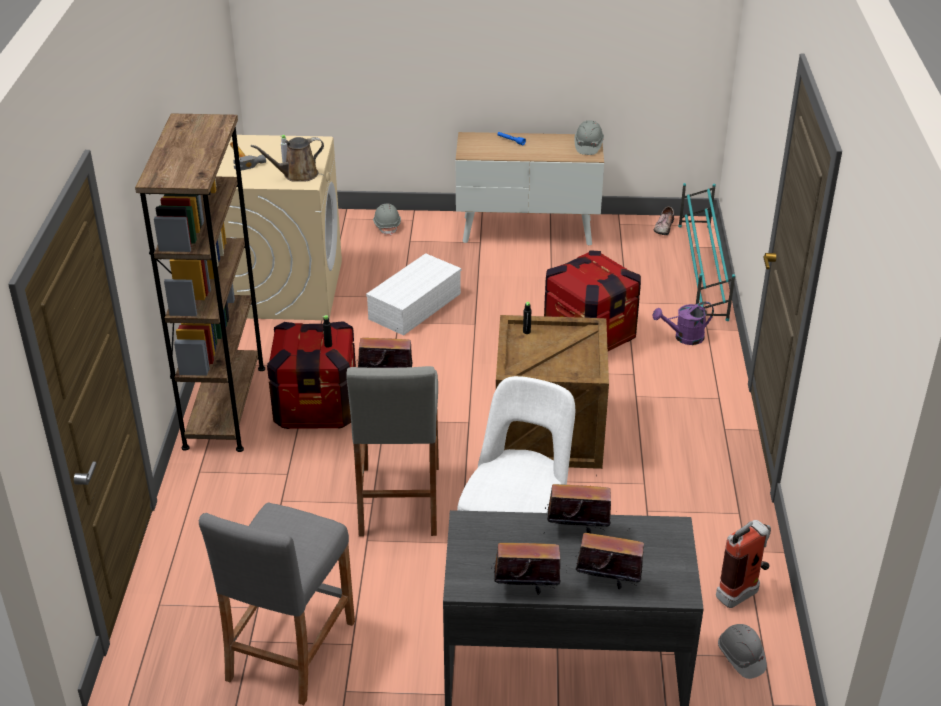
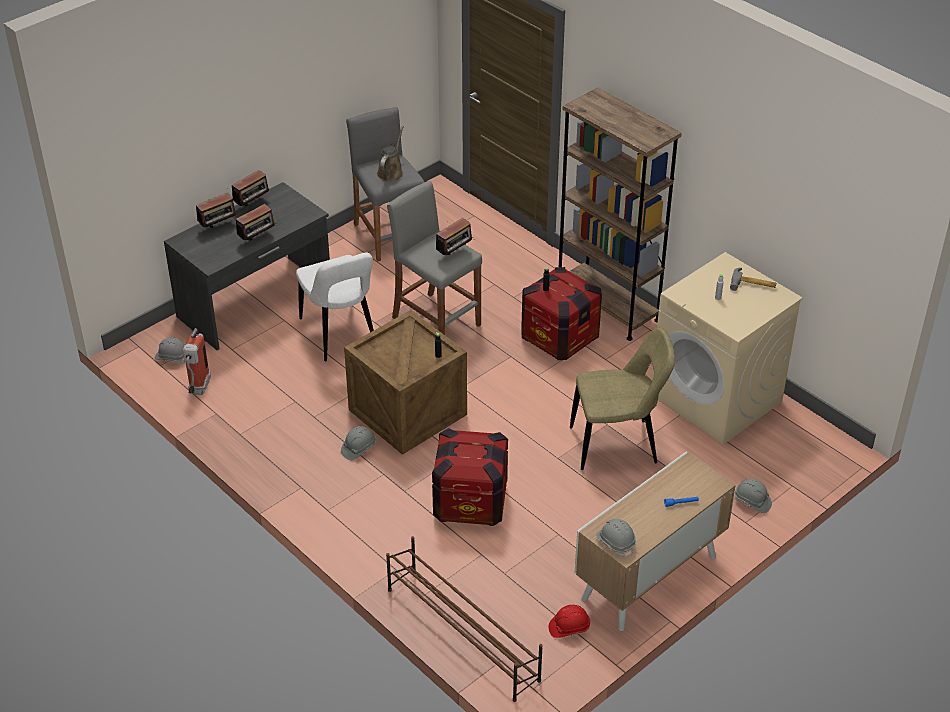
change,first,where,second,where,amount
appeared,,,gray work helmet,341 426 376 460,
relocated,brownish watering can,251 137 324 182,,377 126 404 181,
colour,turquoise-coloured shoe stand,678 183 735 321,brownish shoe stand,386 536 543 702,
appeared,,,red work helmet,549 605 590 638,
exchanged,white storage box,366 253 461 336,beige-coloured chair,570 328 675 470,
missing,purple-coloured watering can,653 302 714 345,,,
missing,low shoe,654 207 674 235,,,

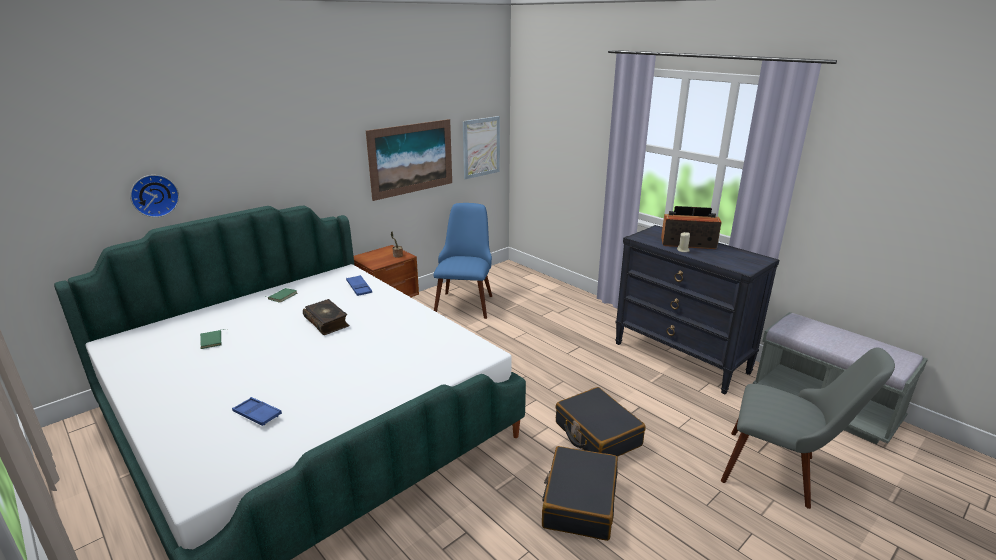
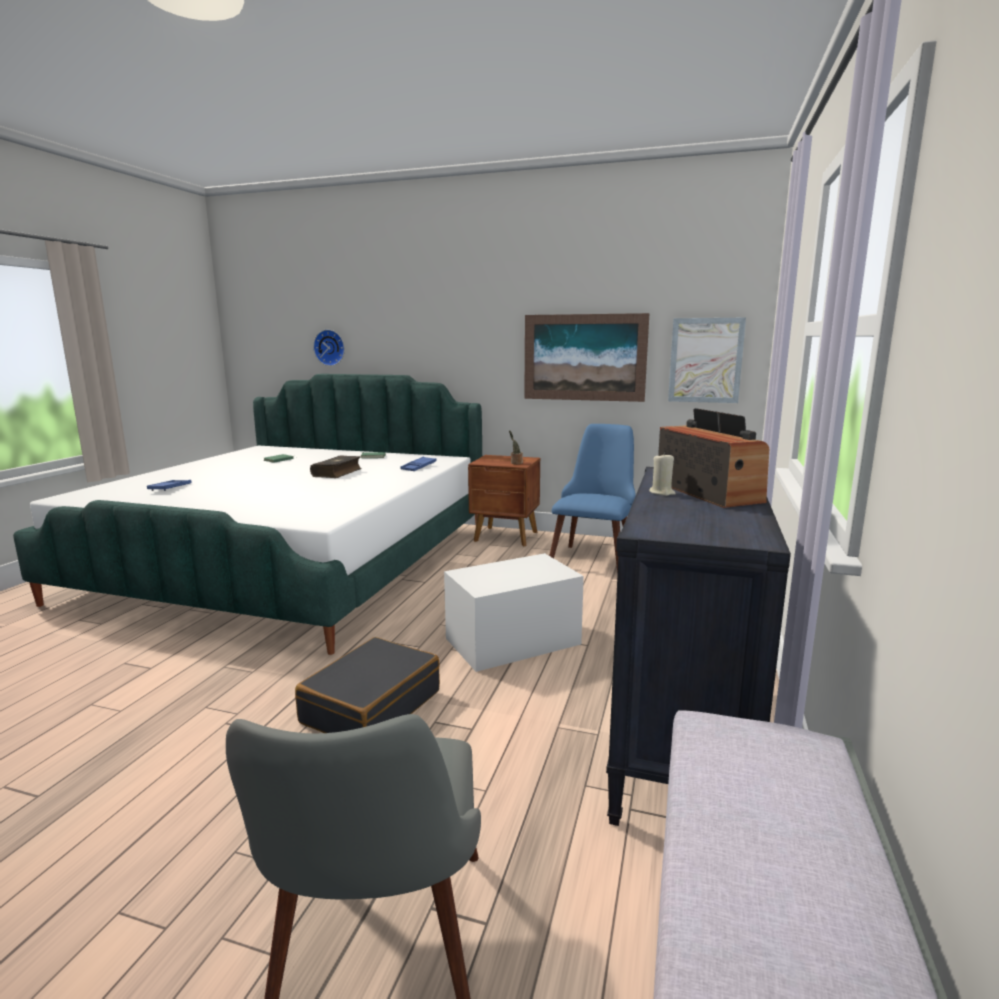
change,first,where,second,where,amount
appeared,,,white storage box,444 553 584 672,
spun,blue chair,434 203 492 319,,549 424 636 574,45 degrees counterclockwise
missing,black-coloured piece of luggage,542 446 618 541,,,

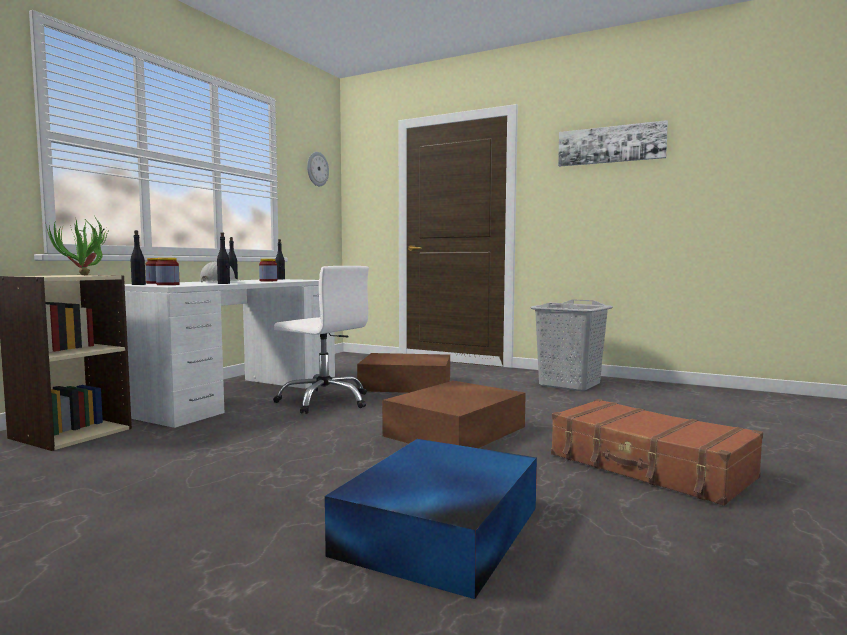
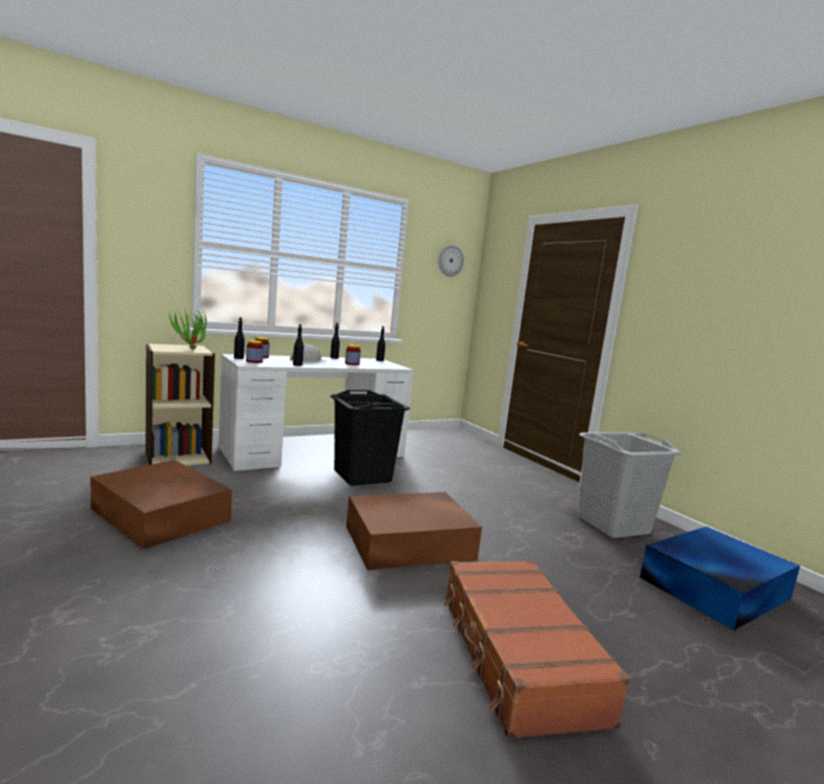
change,first,where,second,where,amount
relocated,brownish storage box,357 353 450 393,,90 460 232 549,
exchanged,white computer chair,273 266 369 414,black-coloured washing basket,330 390 410 486,
relocated,blue storage box,325 439 537 599,,640 526 800 630,
missing,wall art,558 120 668 167,,,

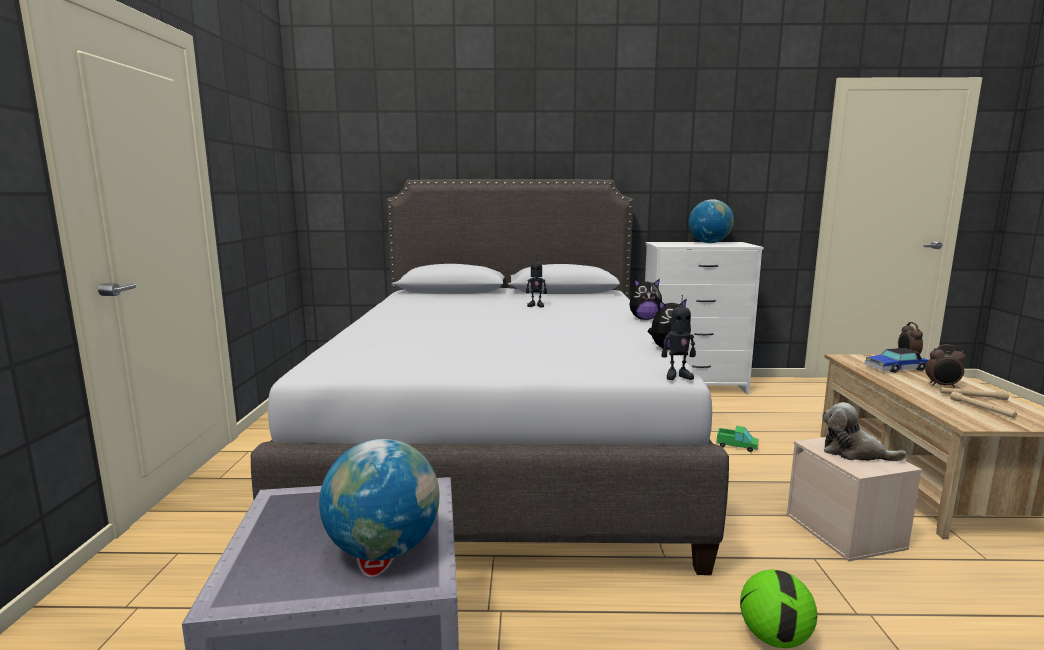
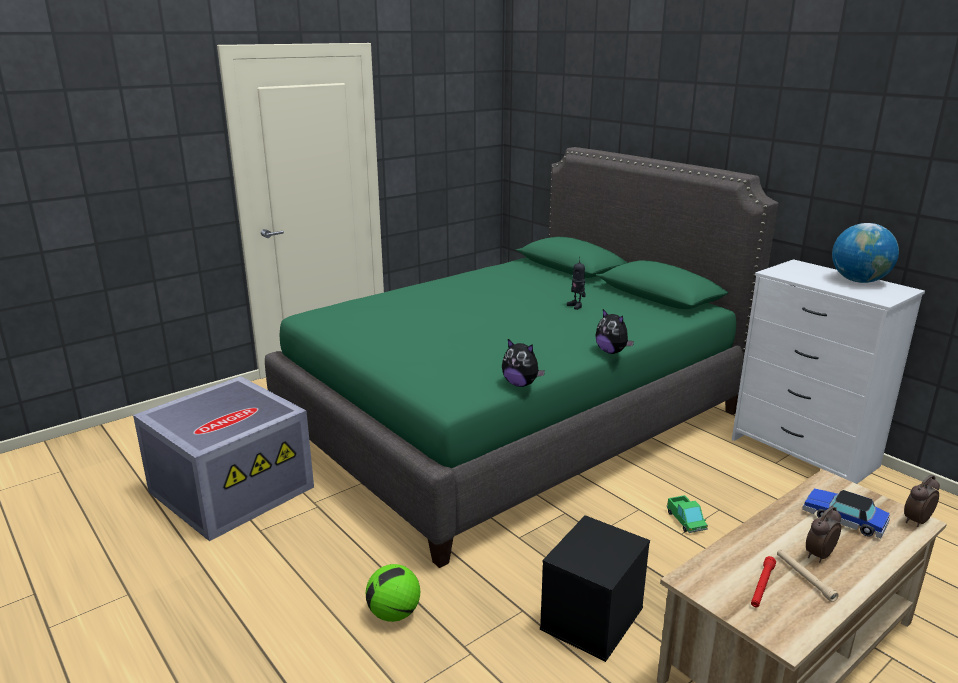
change,first,where,second,where,amount
colour,gray sleeping bed,251 179 729 575,green-coloured sleeping bed,265 147 778 568,
colour,beige-coloured storage box,786 437 922 561,black-coloured storage box,540 515 650 662,
colour,beige-coloured flashlight,950 391 1017 418,red flashlight,751 556 776 607,
spun,table clock,925 345 966 388,,806 506 841 562,75 degrees clockwise
missing,desk globe,319 439 440 561,,,
missing,toy robot,662 295 696 380,,,
missing,cuddly toy,822 402 907 461,,,

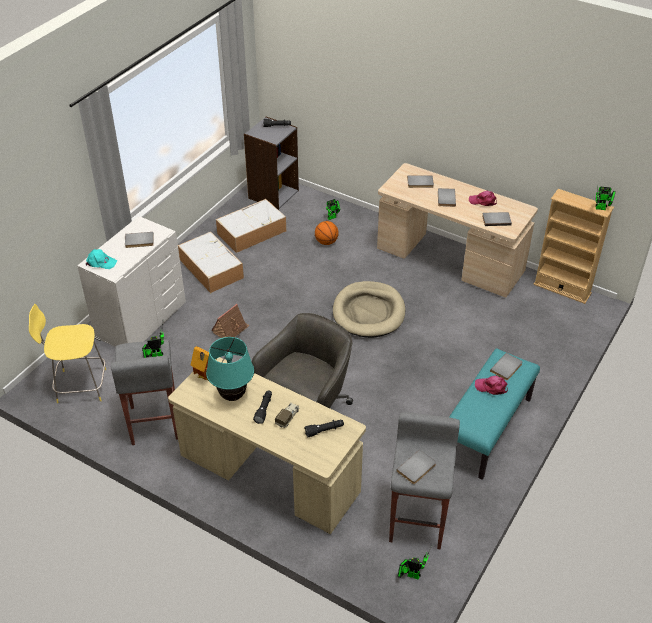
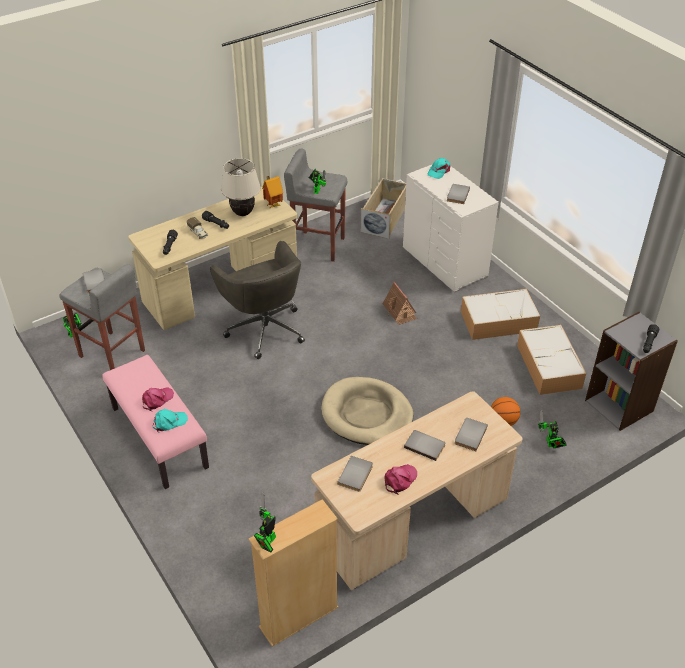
change,first,where,second,where,amount
colour,turquoise-coloured indoor bench,449 348 540 480,pink-coloured indoor bench,102 355 209 489,
exchanged,gray bound book,490 353 522 381,turquoise-coloured baseball cap,153 409 188 433,
colour,turquoise-coloured tabletop lamp,206 337 254 401,beige-coloured tabletop lamp,221 158 261 216,
exchanged,yellow-coloured stool seat,29 304 106 403,beige-coloured storage box,360 178 406 239,

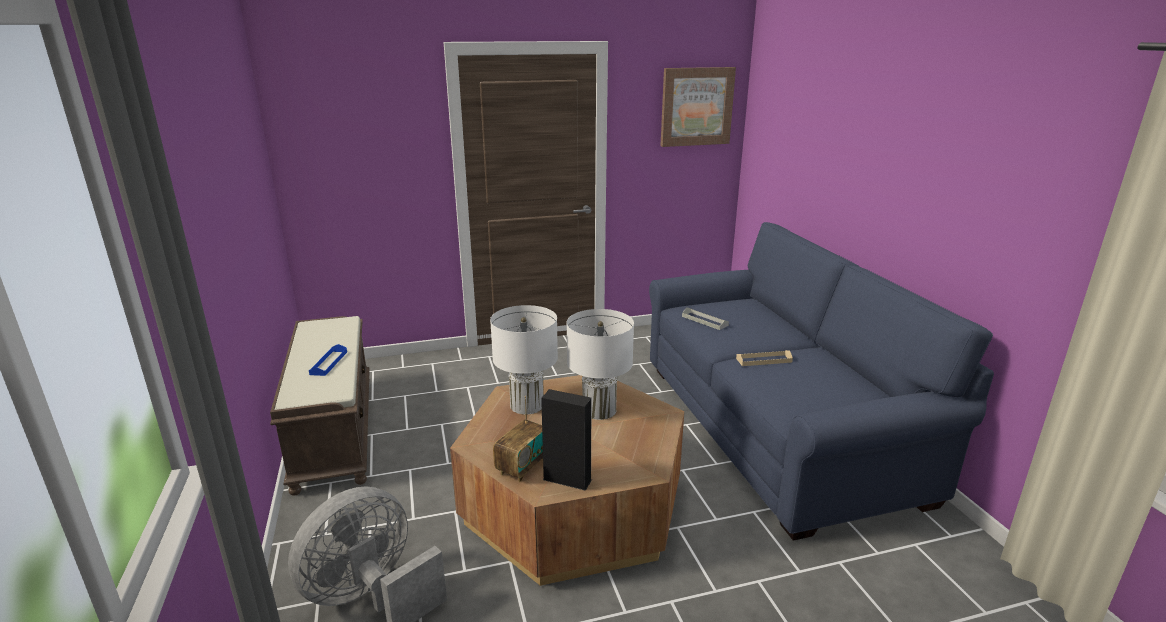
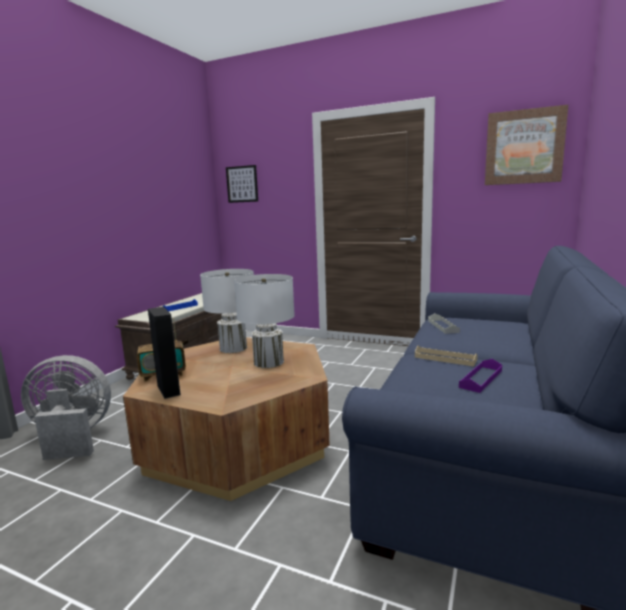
change,first,where,second,where,amount
appeared,,,wall art,226 165 258 203,
appeared,,,purple-coloured carrying tray,459 359 502 393,

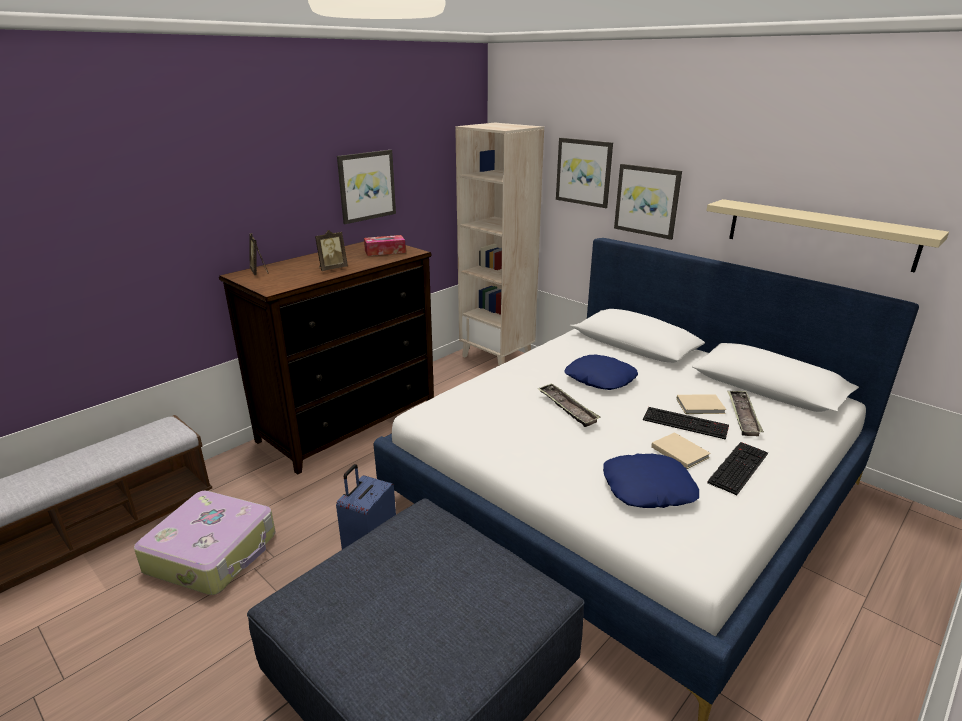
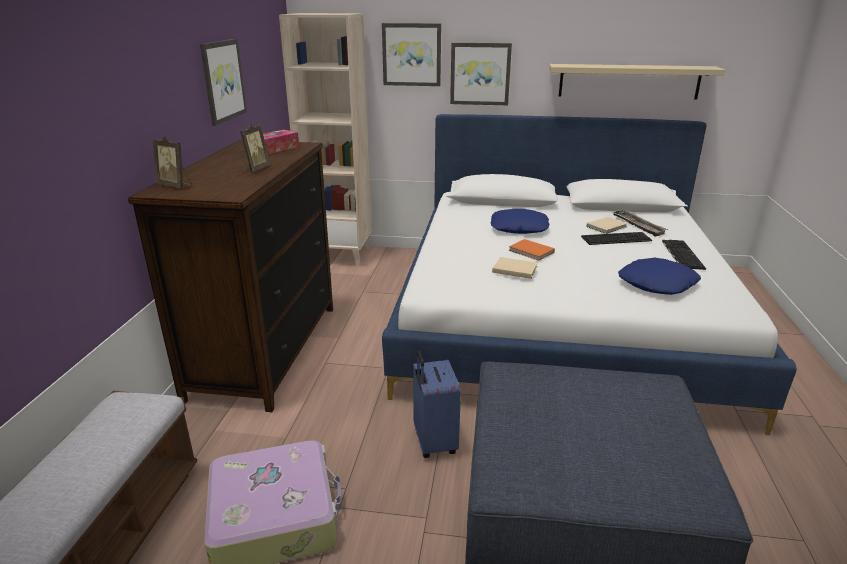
change,first,where,second,where,amount
relocated,beige-coloured bound book,651 432 711 469,,492 257 538 279,
exchanged,carrying tray,538 383 601 427,orange-coloured bound book,509 239 555 261,

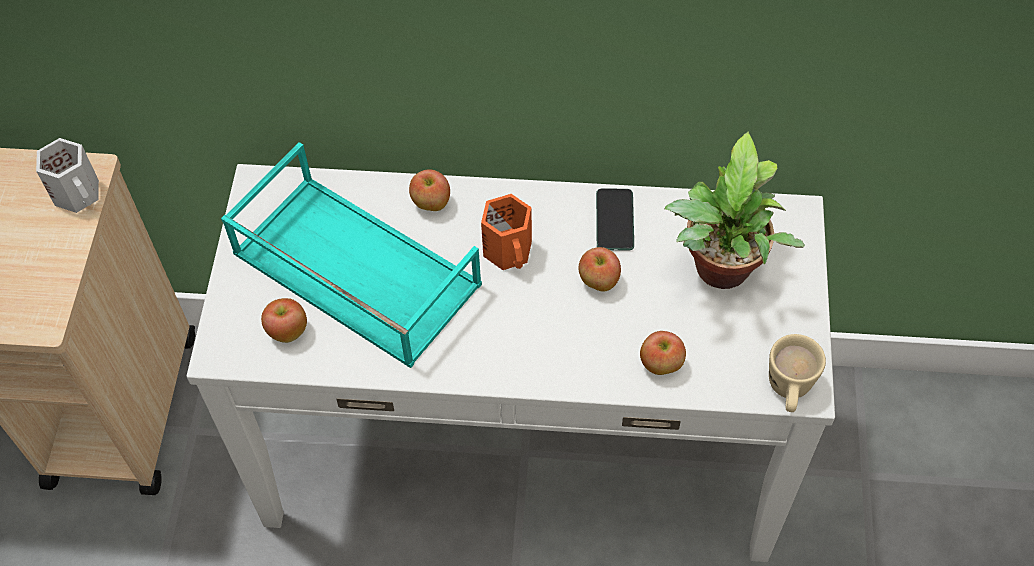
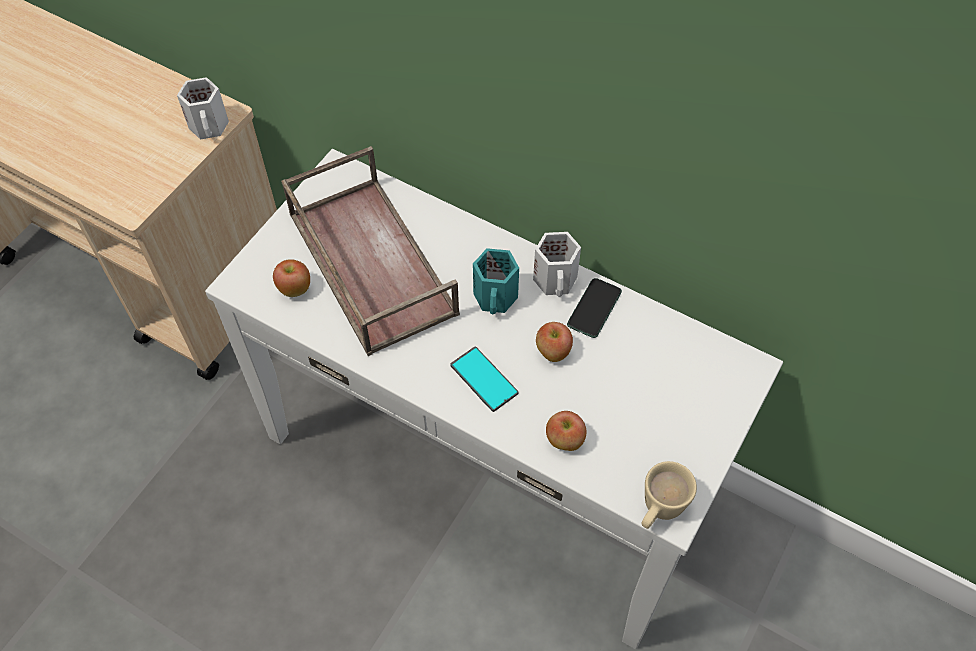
change,first,where,second,where,amount
colour,turquoise-coloured carrying tray,221 142 482 368,brownish carrying tray,281 146 460 356,
appeared,,,handset,450 346 518 412,
colour,orange-coloured coffee mug,481 194 532 270,turquoise-coloured coffee mug,473 248 519 315,
appeared,,,white coffee mug,533 232 581 297,
missing,apple,409 169 450 211,,,
missing,houseplant,665 131 805 289,,,

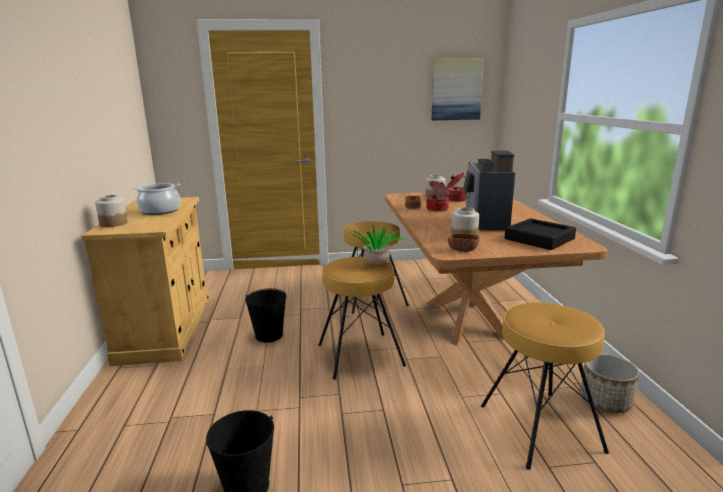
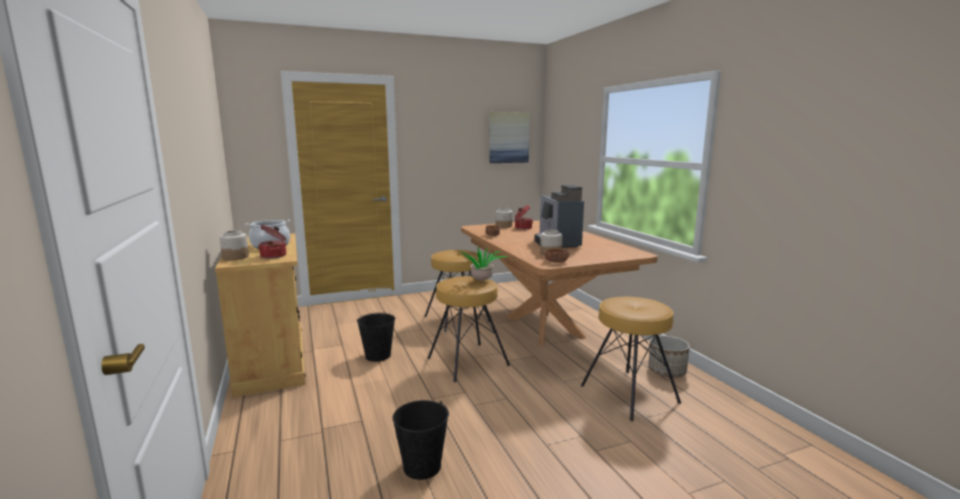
change,first,where,second,where,amount
relocated,saucepot,426 181 451 212,,258 225 286 259,
missing,black-coloured carrying tray,505 218 576 250,,,

